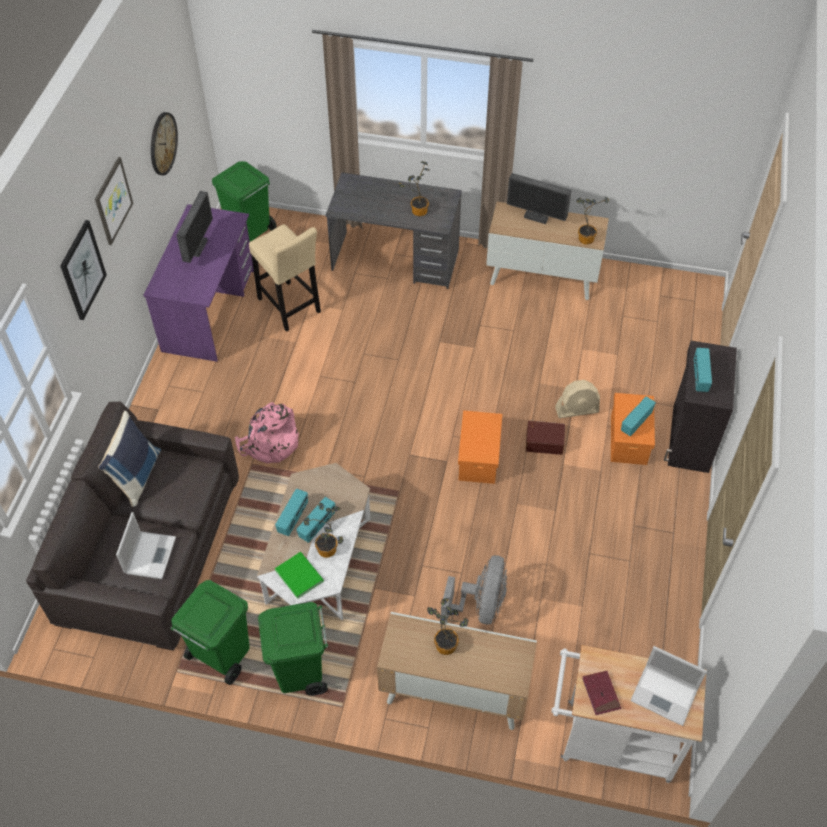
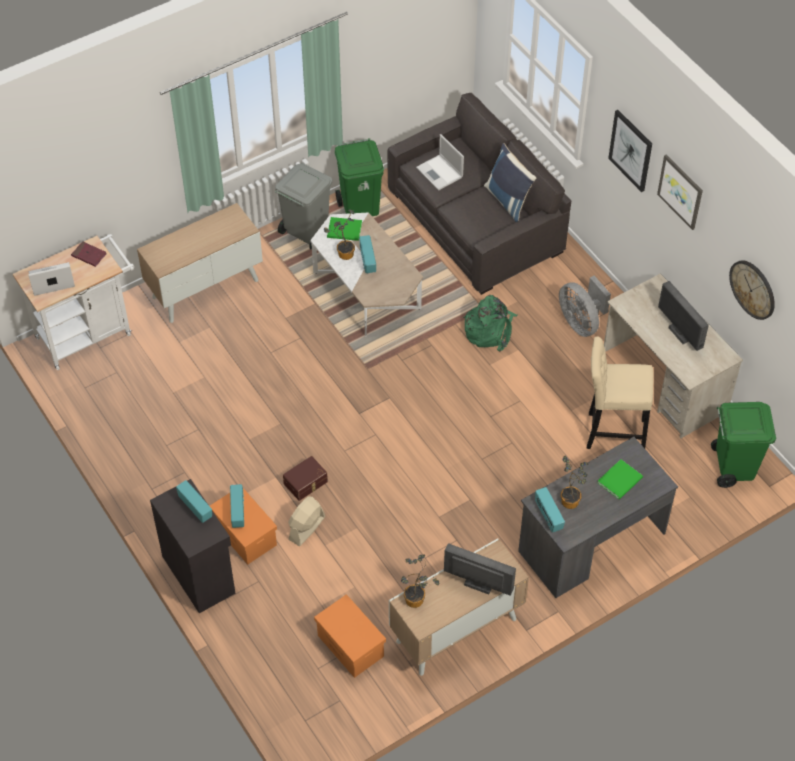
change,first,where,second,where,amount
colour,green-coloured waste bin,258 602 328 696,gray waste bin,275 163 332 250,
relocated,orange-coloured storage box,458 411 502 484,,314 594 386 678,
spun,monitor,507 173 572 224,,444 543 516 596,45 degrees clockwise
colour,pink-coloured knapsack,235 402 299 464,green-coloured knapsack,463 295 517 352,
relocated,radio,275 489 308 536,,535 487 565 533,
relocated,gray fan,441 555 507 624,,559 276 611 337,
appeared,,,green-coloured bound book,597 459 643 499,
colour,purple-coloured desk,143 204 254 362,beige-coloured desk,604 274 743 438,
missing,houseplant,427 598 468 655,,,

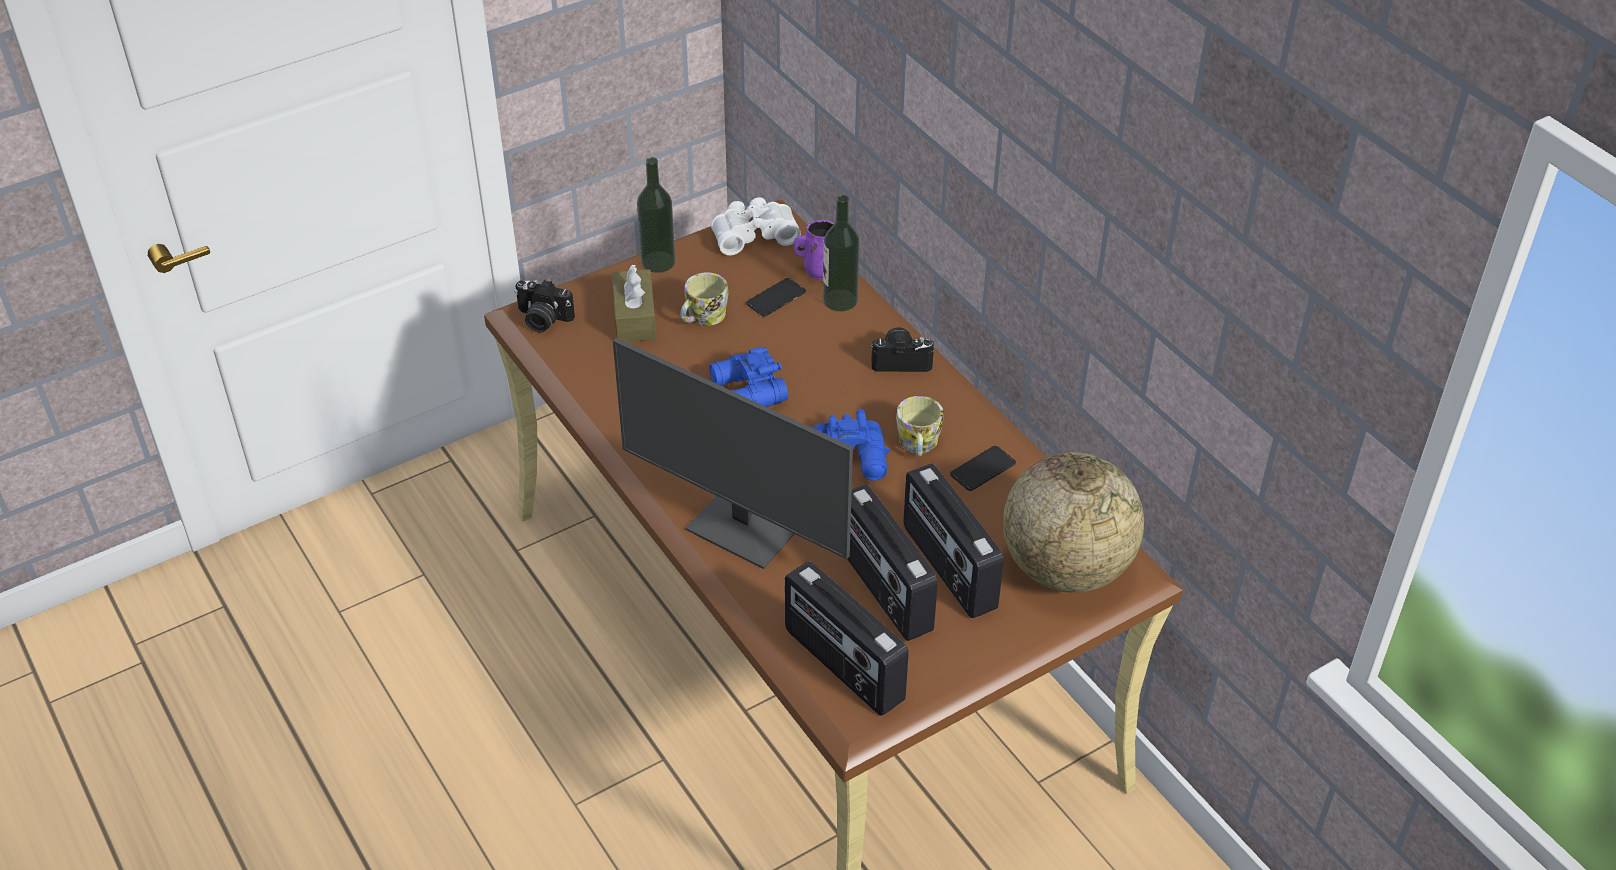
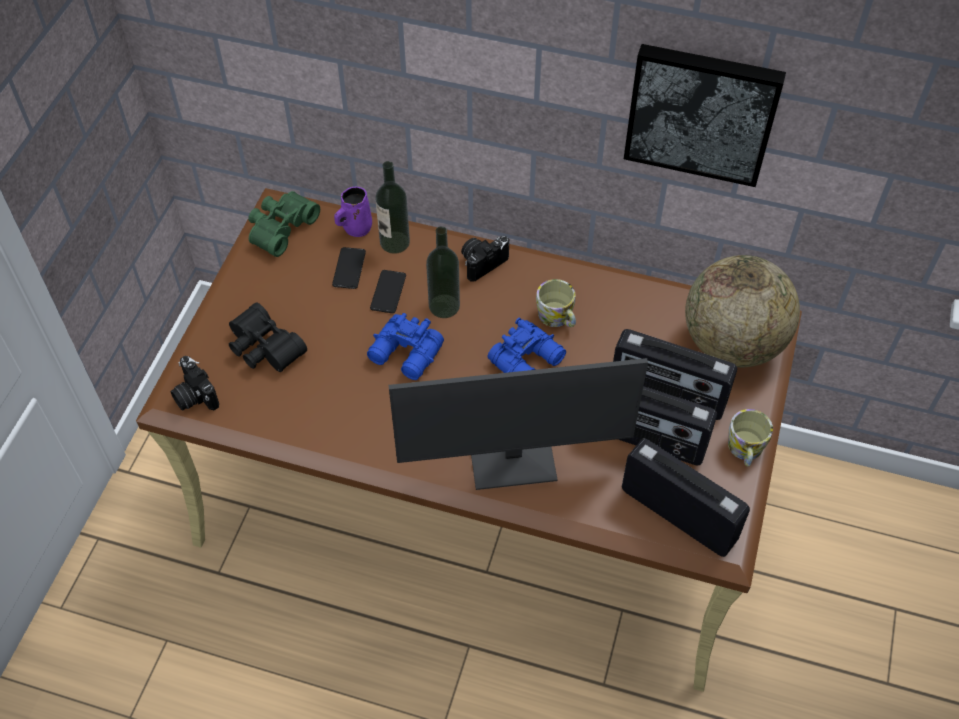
change,first,where,second,where,amount
spun,photo camera,514 280 575 332,,171 356 219 411,75 degrees clockwise
exchanged,brownish tissue holder,612 264 656 342,black-coloured pair of binoculars,229 302 307 372,
colour,white pair of binoculars,711 197 801 255,green-coloured pair of binoculars,248 191 320 257,
relocated,handset,950 446 1016 491,,370 270 406 313,
relocated,drink bottle,637 157 675 273,,426 226 460 318,
spun,radio,785 561 909 716,,622 439 750 557,150 degrees counterclockwise
appeared,,,wall art,624 44 786 187,
relocated,coffee mug,680 272 728 326,,728 409 773 467,

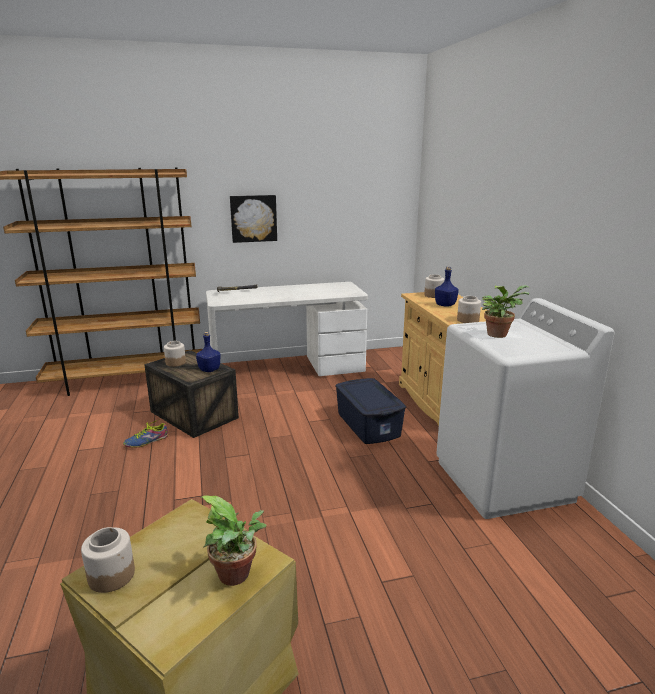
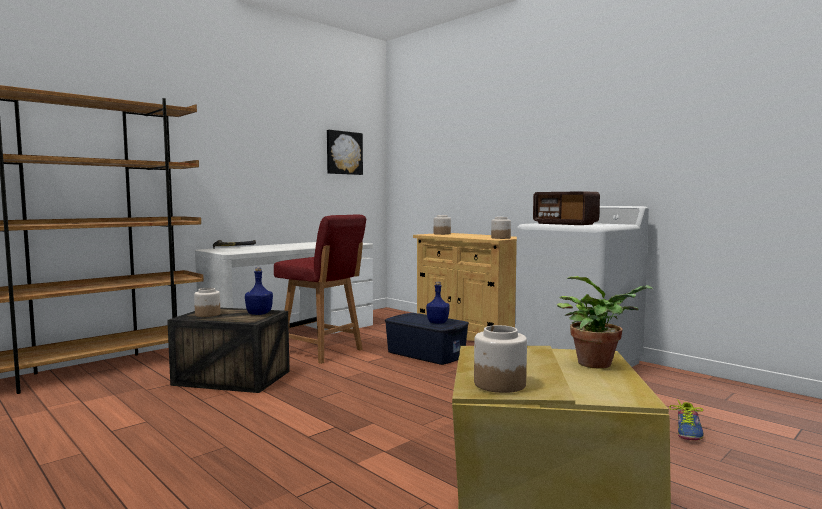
change,first,where,second,where,amount
appeared,,,red chair,274 214 366 364,
relocated,wall art,230 195 277 243,,327 130 363 175,
relocated,blue drink bottle,435 267 459 307,,426 282 450 324,
exchanged,houseplant,482 285 529 338,radio,533 191 600 225,
relocated,low shoe,123 420 168 448,,669 399 704 441,

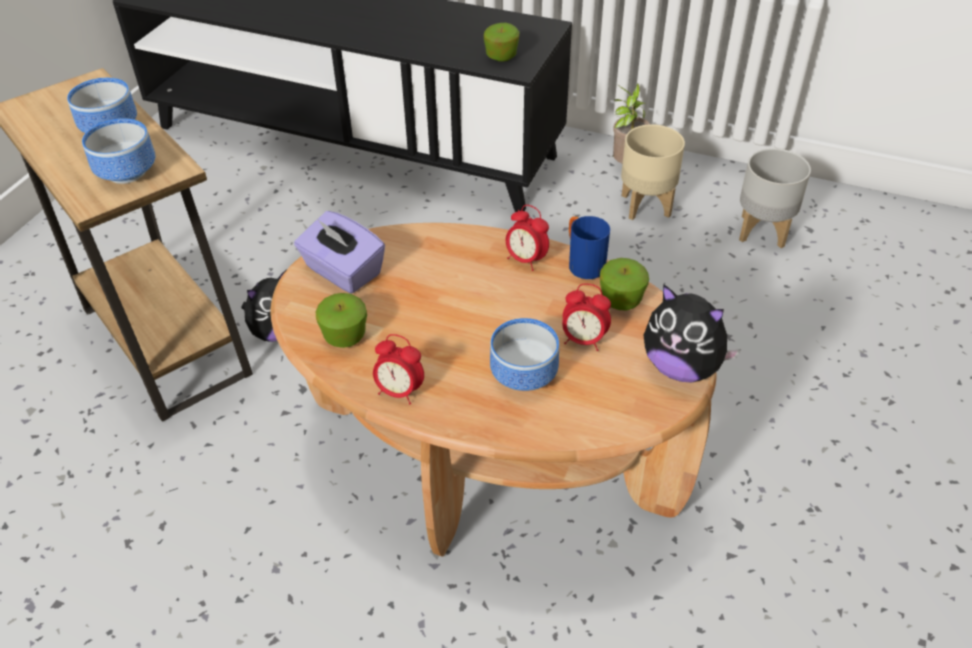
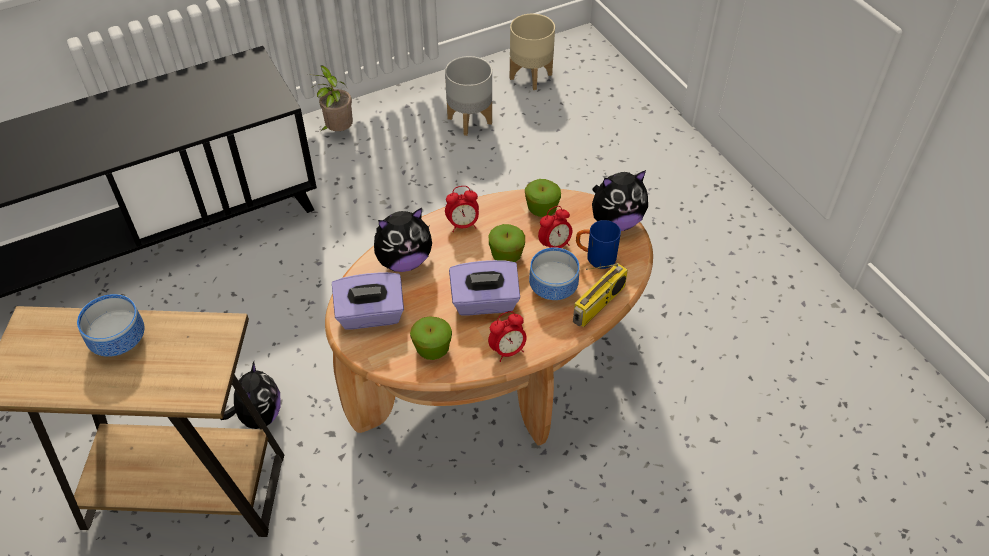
change,first,where,second,where,amount
appeared,,,cuddly toy,374 208 432 272,
appeared,,,purple-coloured tissue holder,449 260 520 315,
relocated,apple,484 23 519 62,,489 224 525 262,
relocated,beige-coloured planter,621 124 685 220,,510 14 555 90,
appeared,,,radio,573 263 628 327,
relocated,blue coffee mug,569 216 610 279,,576 220 621 269,
missing,deep dish,82 118 156 184,,,

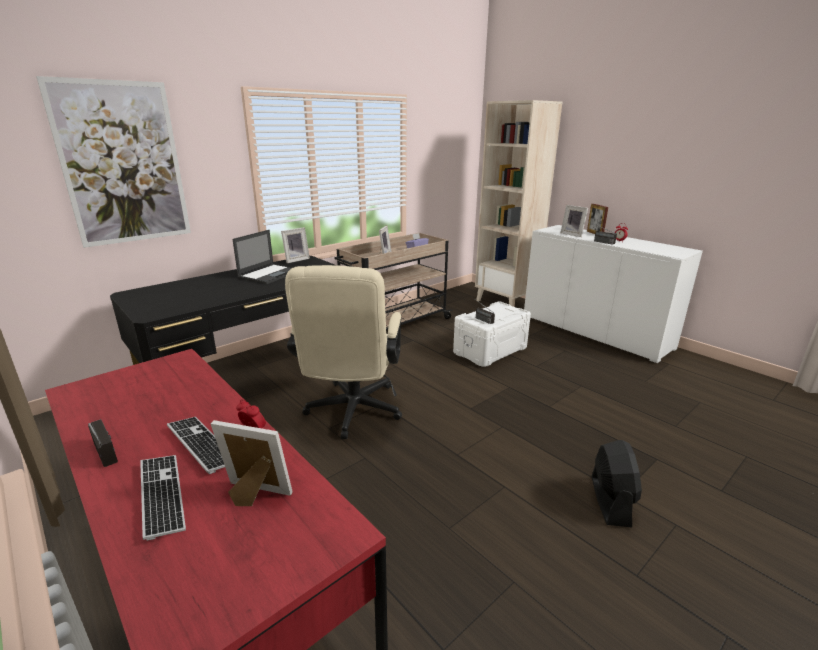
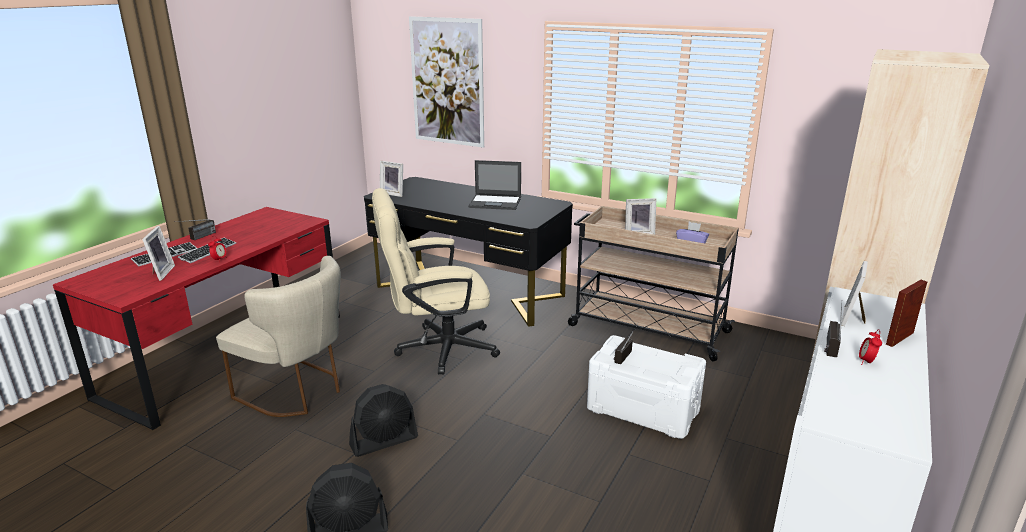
change,first,where,second,where,amount
appeared,,,beige-coloured chair,216 256 341 417,
appeared,,,black-coloured fan,349 384 418 457,
relocated,standing frame,281 227 310 263,,380 161 403 197,

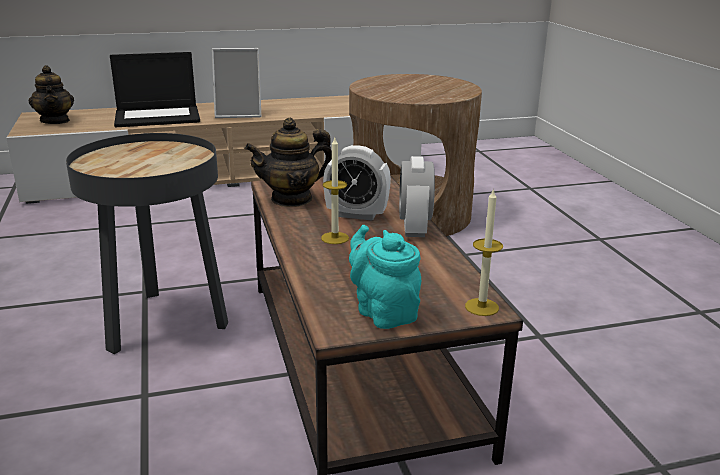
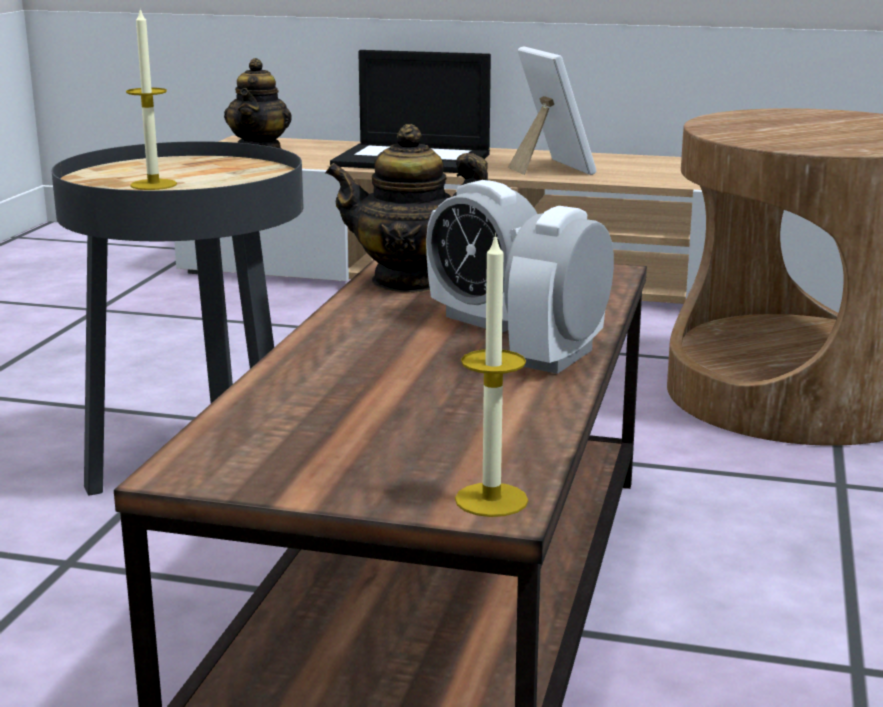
change,first,where,second,where,amount
relocated,wax candle,321 138 349 244,,126 7 177 190,
spun,standing frame,212 48 261 118,,508 47 596 175,135 degrees counterclockwise
missing,turquoise-coloured tea pot,349 225 421 329,,,

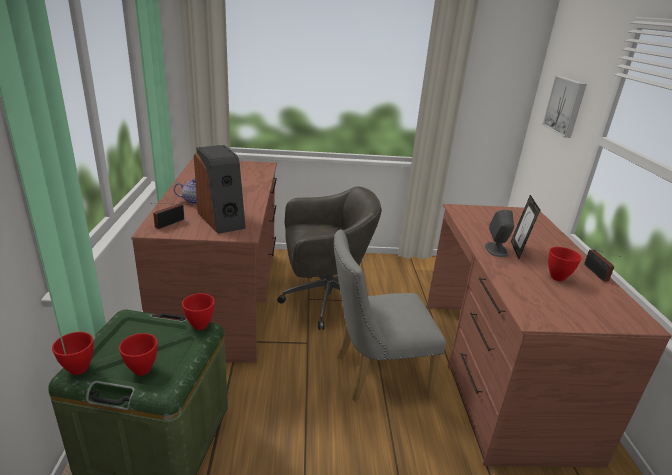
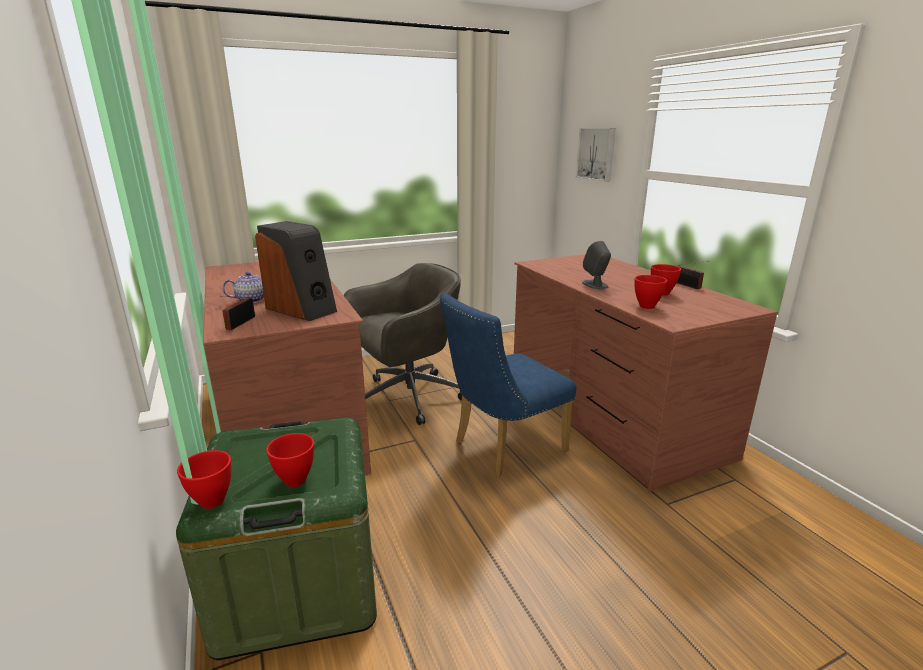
change,first,where,second,where,amount
colour,gray chair,334 230 446 402,blue chair,440 293 576 477,
relocated,red deep dish,182 293 215 330,,635 275 667 309,
missing,standing frame,511 195 540 259,,,

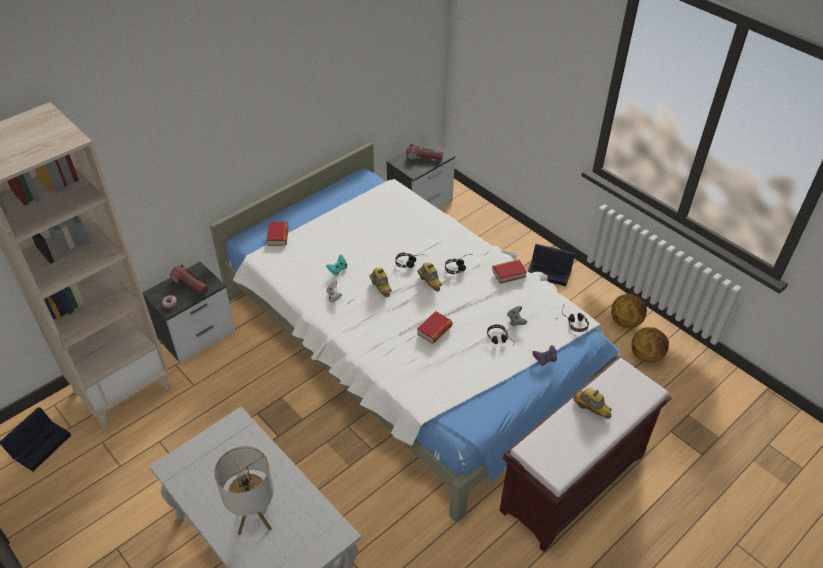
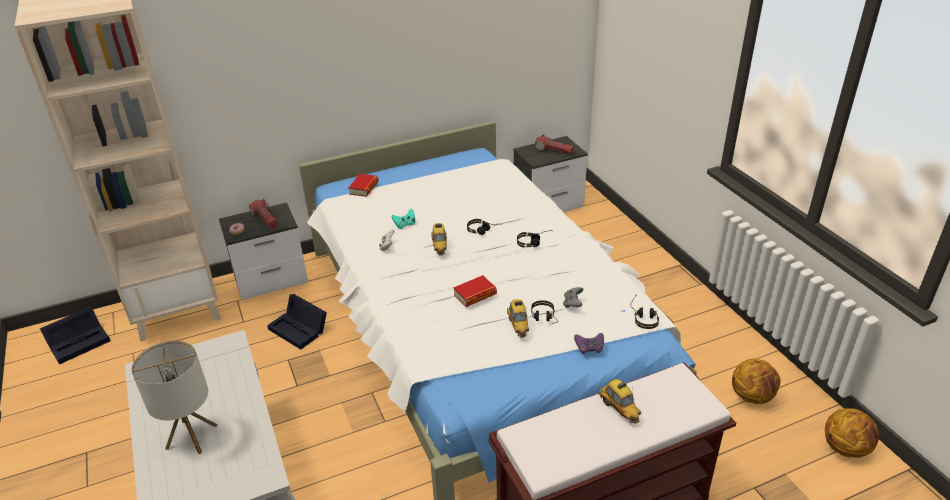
change,first,where,second,where,amount
relocated,black-coloured storage box,528 244 575 286,,267 294 327 350,
relocated,model car,417 262 442 292,,507 299 529 338,
relocated,ball for basketball,611 294 647 328,,825 408 879 458,
missing,bound book,492 259 527 284,,,

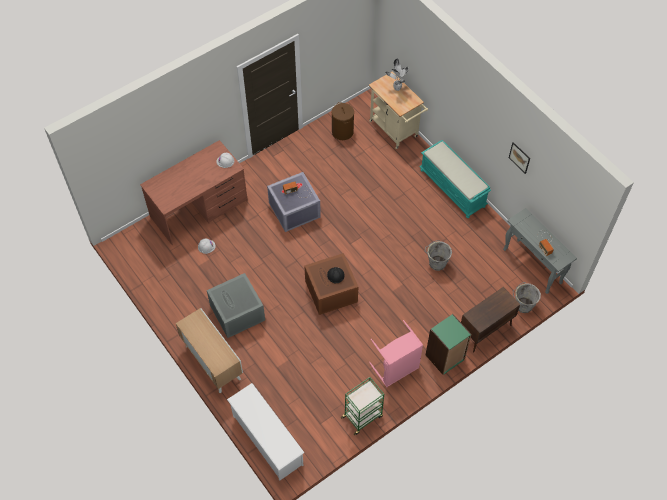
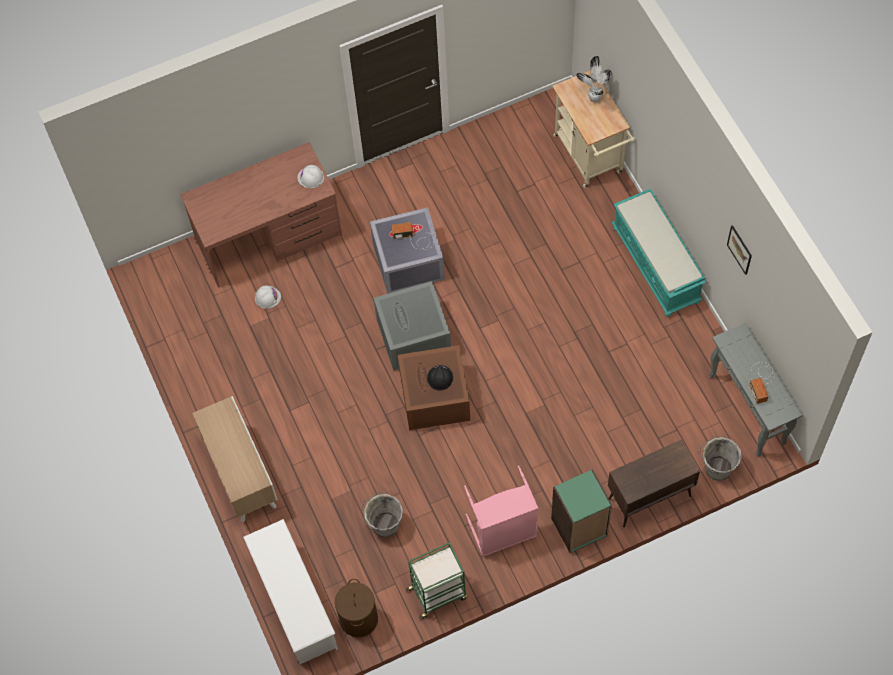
change,first,where,second,where,amount
relocated,brownish washing basket,332 102 354 140,,335 579 378 637,
relocated,gray pail,425 240 452 271,,360 492 403 538,
relocated,gray storage box,207 273 265 338,,373 281 451 371,

